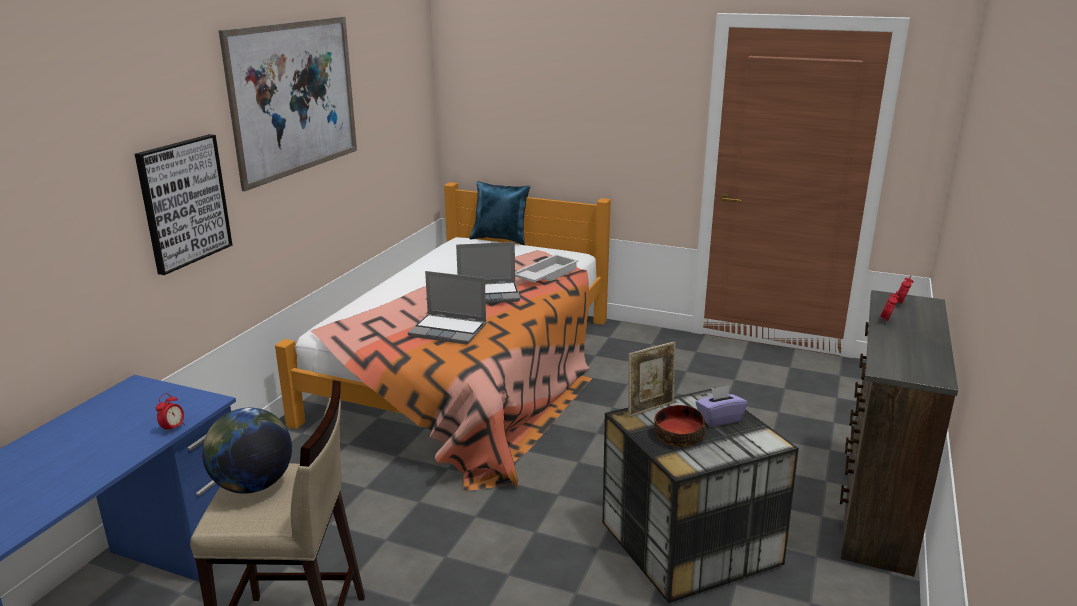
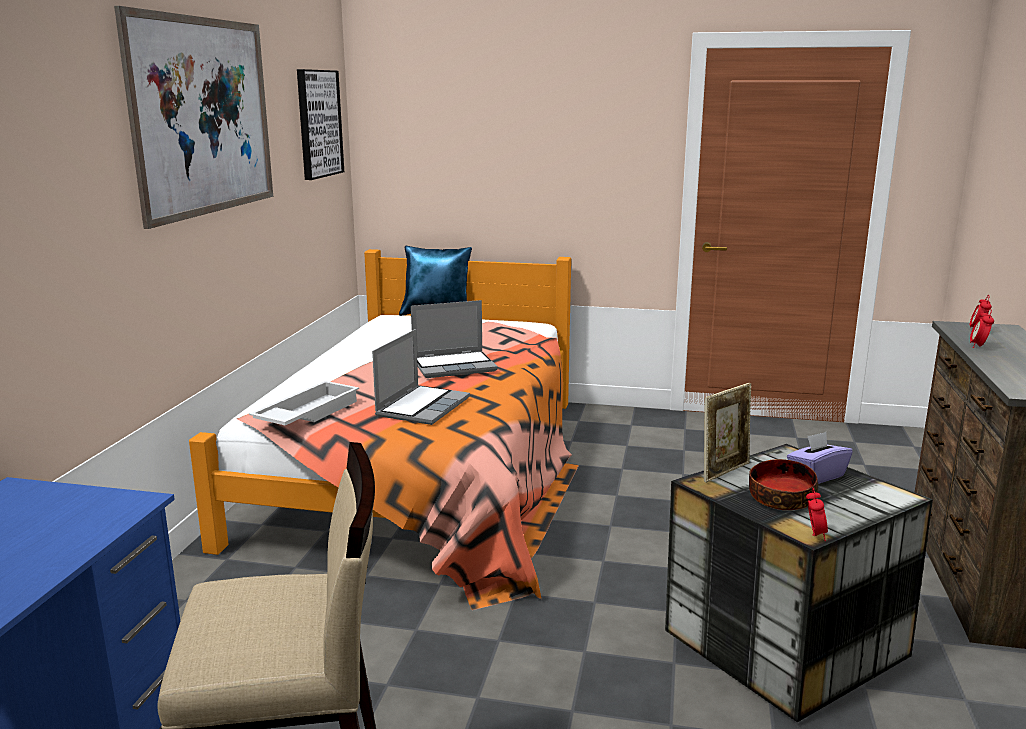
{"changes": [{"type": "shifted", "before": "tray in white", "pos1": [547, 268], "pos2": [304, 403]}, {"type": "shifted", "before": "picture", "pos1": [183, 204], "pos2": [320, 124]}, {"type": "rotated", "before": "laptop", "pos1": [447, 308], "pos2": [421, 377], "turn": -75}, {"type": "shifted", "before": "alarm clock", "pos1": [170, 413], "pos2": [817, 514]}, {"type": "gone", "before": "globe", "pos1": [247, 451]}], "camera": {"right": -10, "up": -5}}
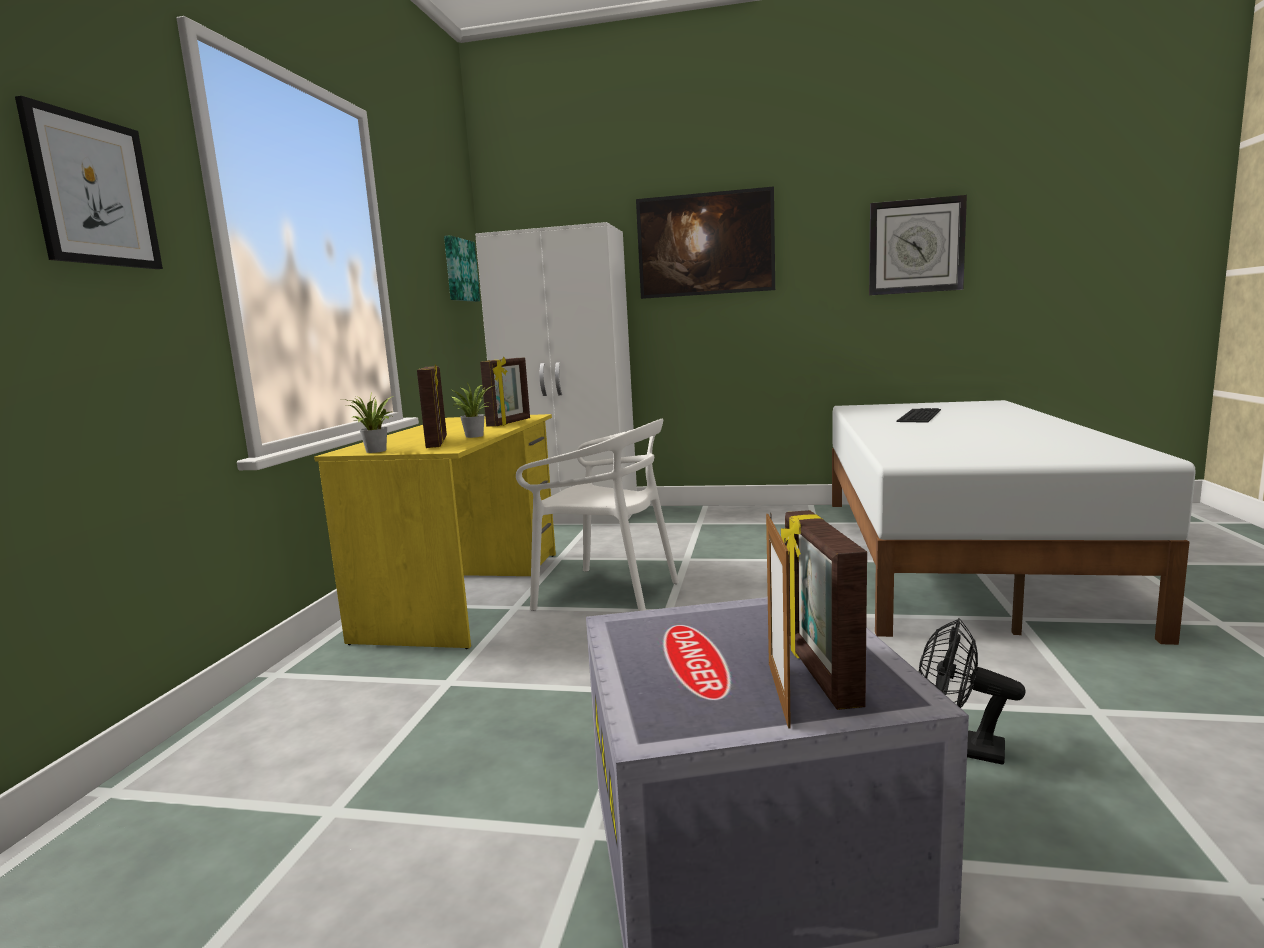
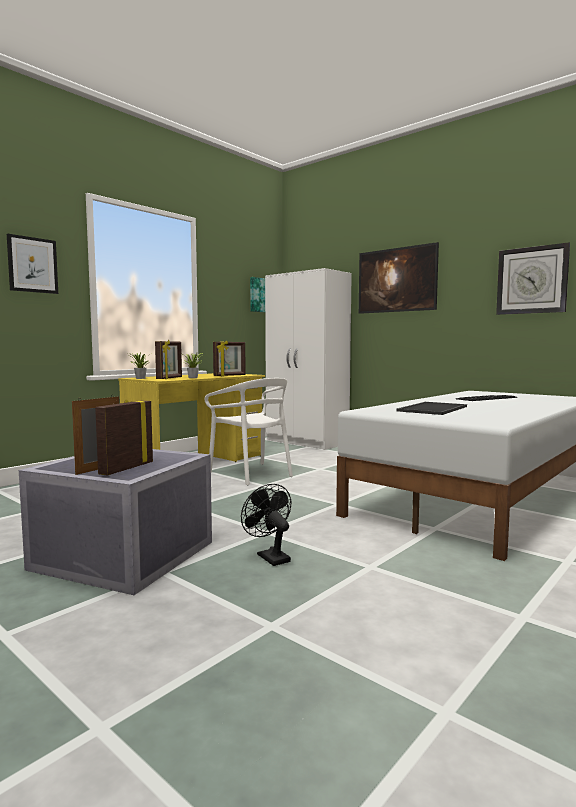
{"changes": [{"type": "new", "after": "tray", "pos2": [432, 408]}], "camera": {"right": 30, "up": -5}}
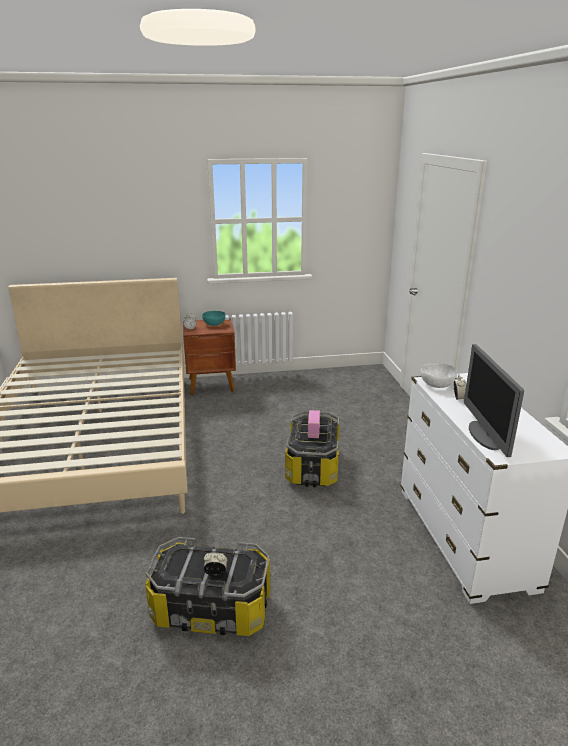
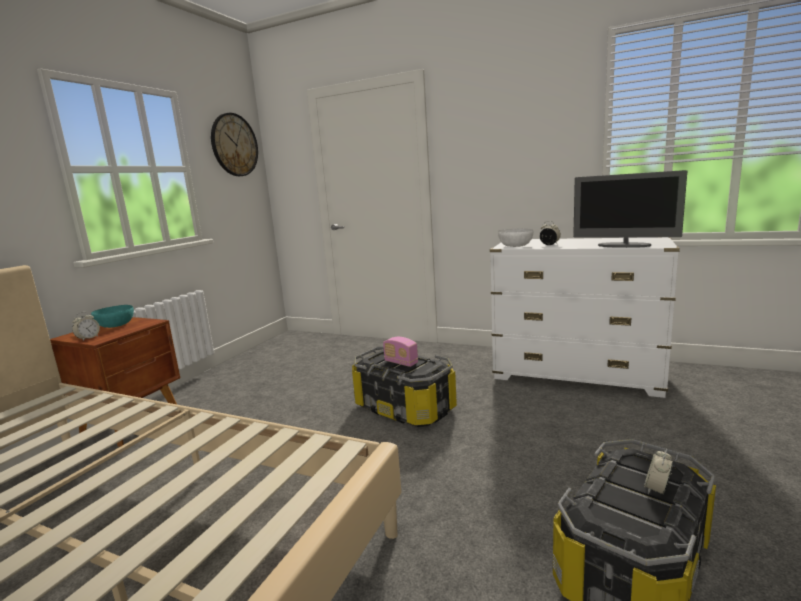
{"changes": [{"type": "new", "after": "wall clock", "pos2": [234, 144]}], "camera": {"right": -55, "up": -10}}
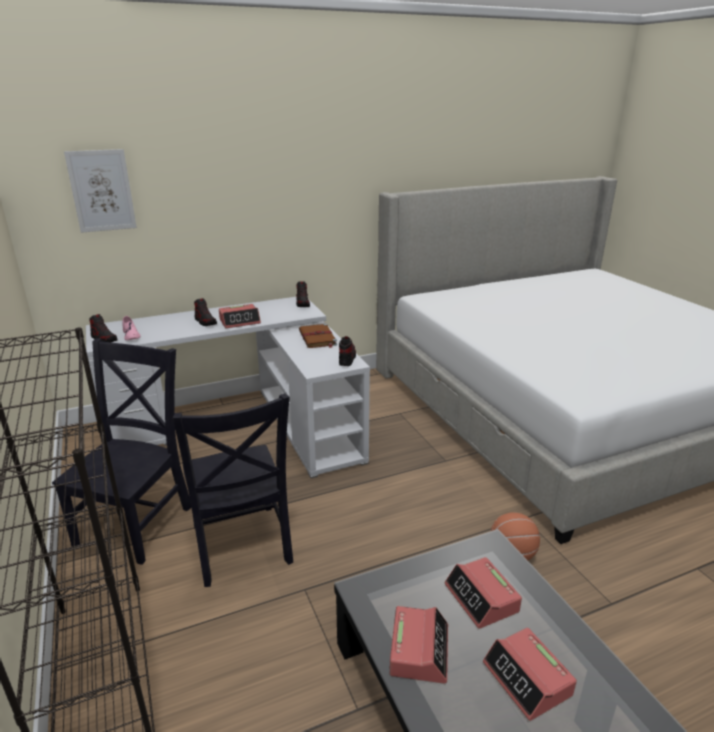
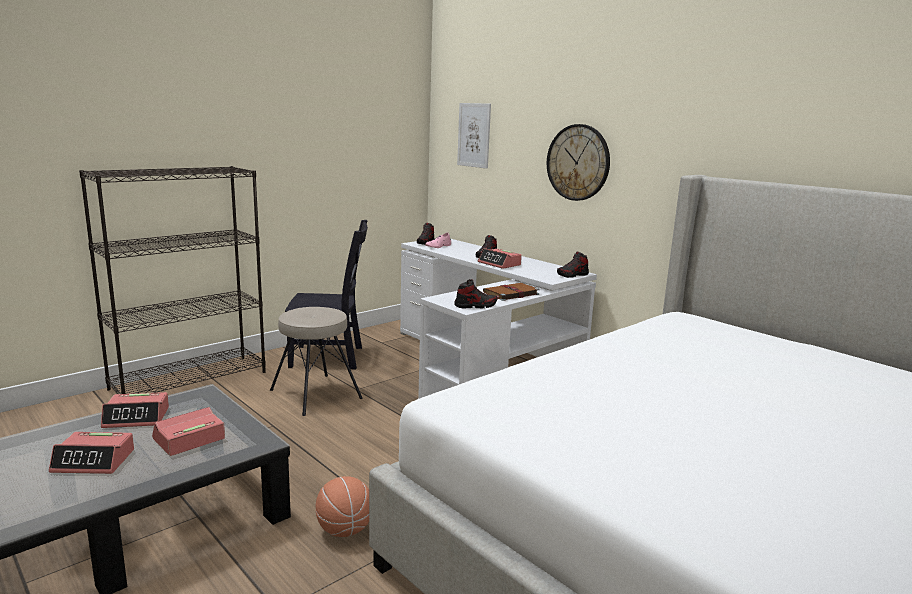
{"changes": [{"type": "rotated", "before": "alarm clock", "pos1": [530, 674], "pos2": [91, 453], "turn": -135}, {"type": "swapped", "before": "chair in black", "after": "stool in beige", "pos1": [233, 490], "pos2": [316, 361]}, {"type": "new", "after": "wall clock", "pos2": [578, 162]}], "camera": {"right": 70, "up": -10}}
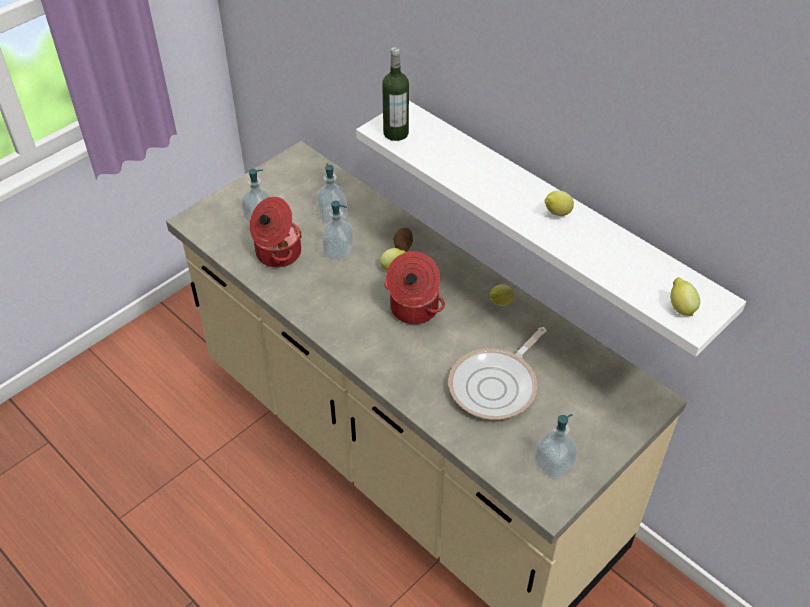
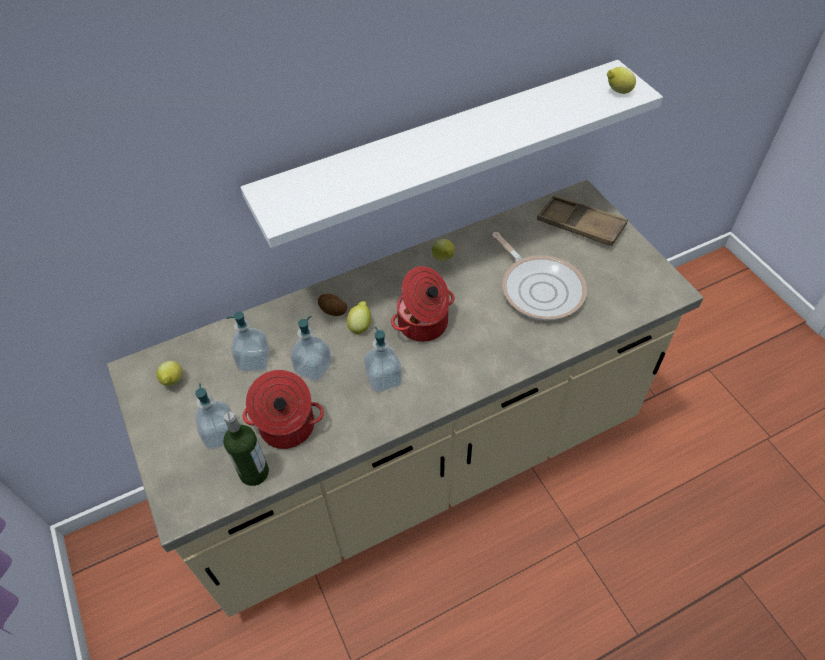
{"changes": [{"type": "shifted", "before": "lemon", "pos1": [559, 203], "pos2": [170, 373]}, {"type": "shifted", "before": "bottle", "pos1": [395, 94], "pos2": [246, 449]}, {"type": "shifted", "before": "soap dispenser", "pos1": [556, 446], "pos2": [383, 359]}, {"type": "new", "after": "tray in brown", "pos2": [582, 220]}], "camera": {"right": -70, "up": 5}}
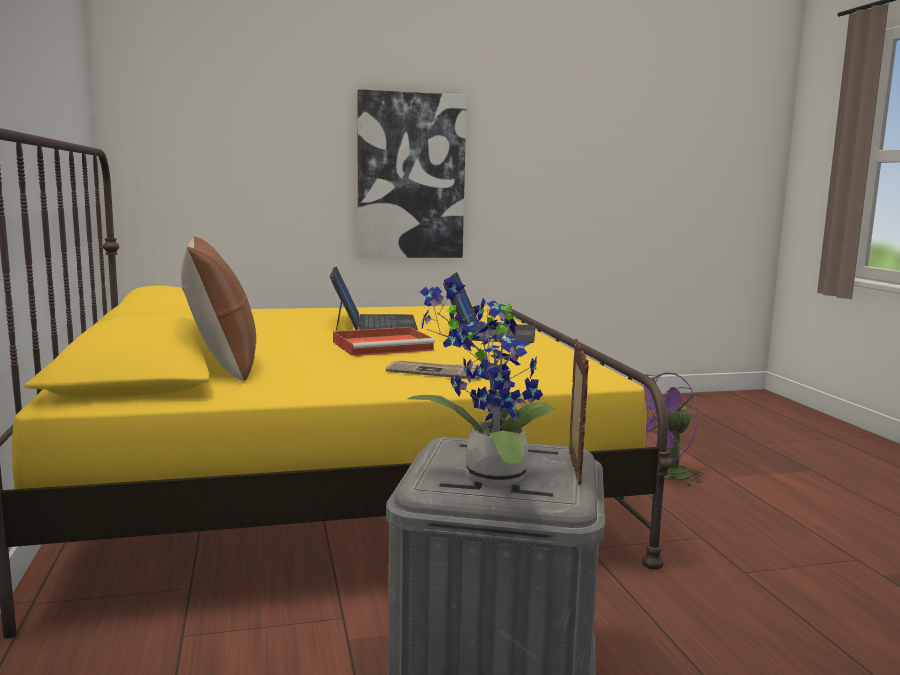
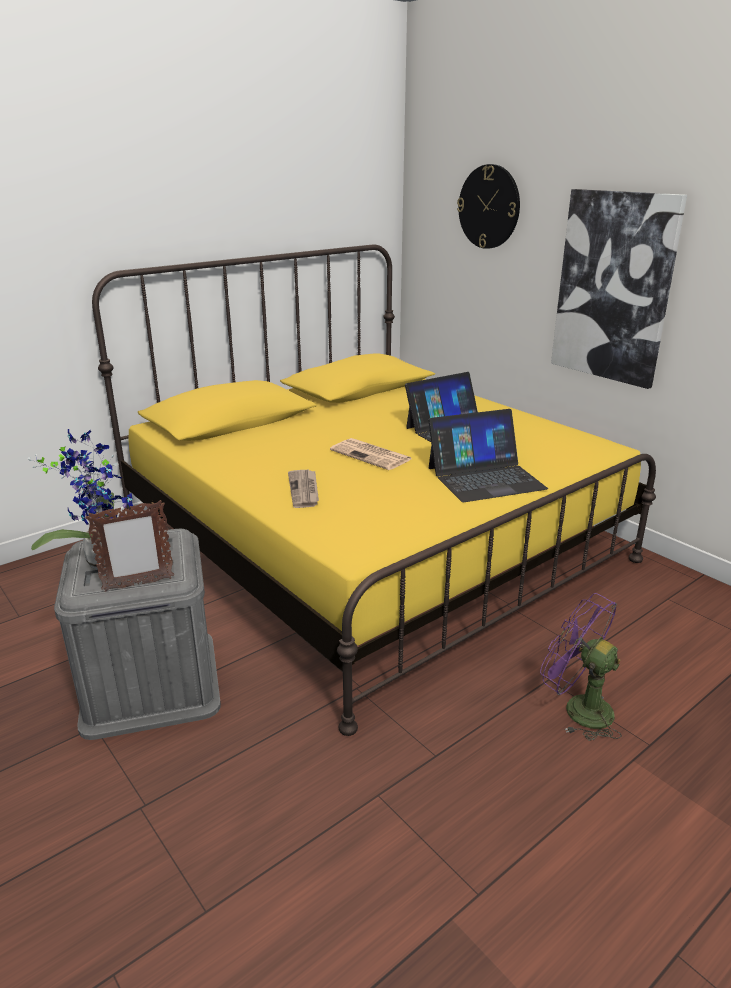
{"changes": [{"type": "swapped", "before": "tray in red", "after": "newspaper", "pos1": [384, 341], "pos2": [370, 454]}, {"type": "new", "after": "wall clock", "pos2": [488, 206]}, {"type": "gone", "before": "pillow in brown", "pos1": [218, 308]}], "camera": {"right": 65, "up": 15}}
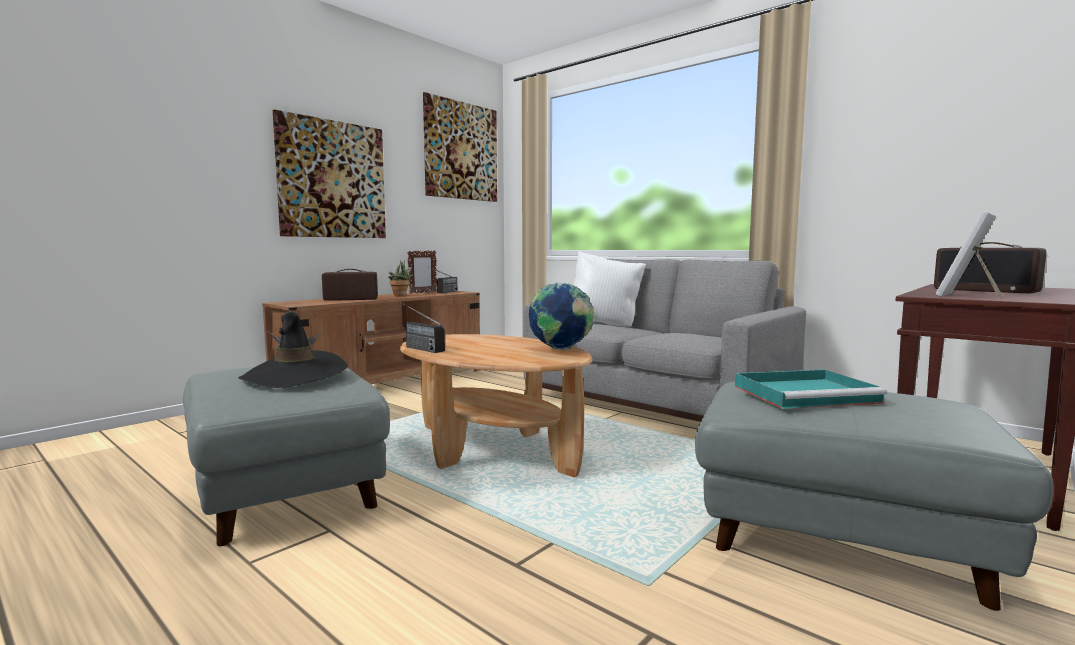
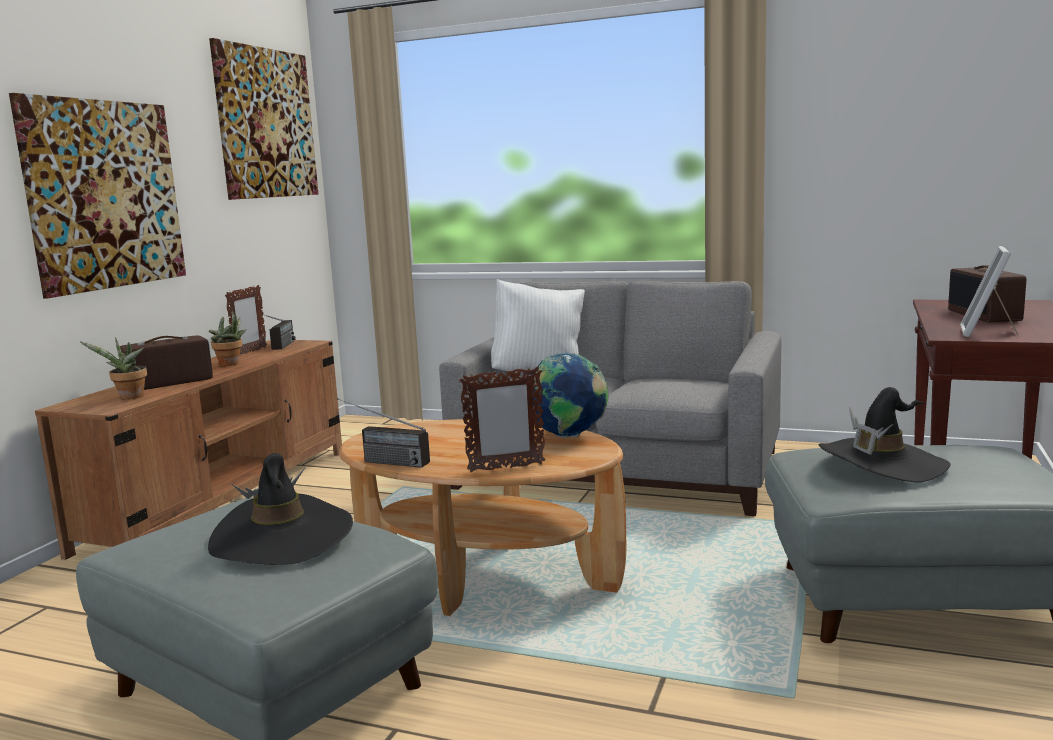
{"changes": [{"type": "new", "after": "potted plant", "pos2": [113, 368]}, {"type": "new", "after": "picture frame", "pos2": [502, 419]}, {"type": "swapped", "before": "tray in turquoise", "after": "hat in black", "pos1": [811, 389], "pos2": [884, 434]}, {"type": "rotated", "before": "radio", "pos1": [990, 267], "pos2": [987, 293], "turn": 60}], "camera": {"right": -20, "up": 5}}
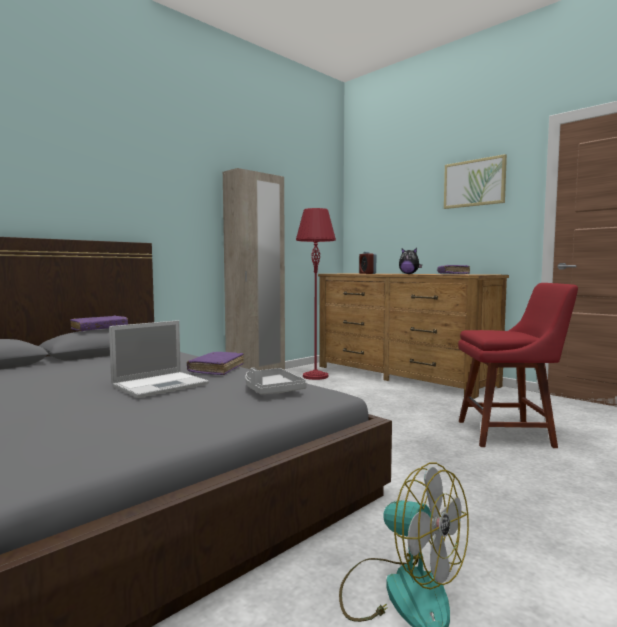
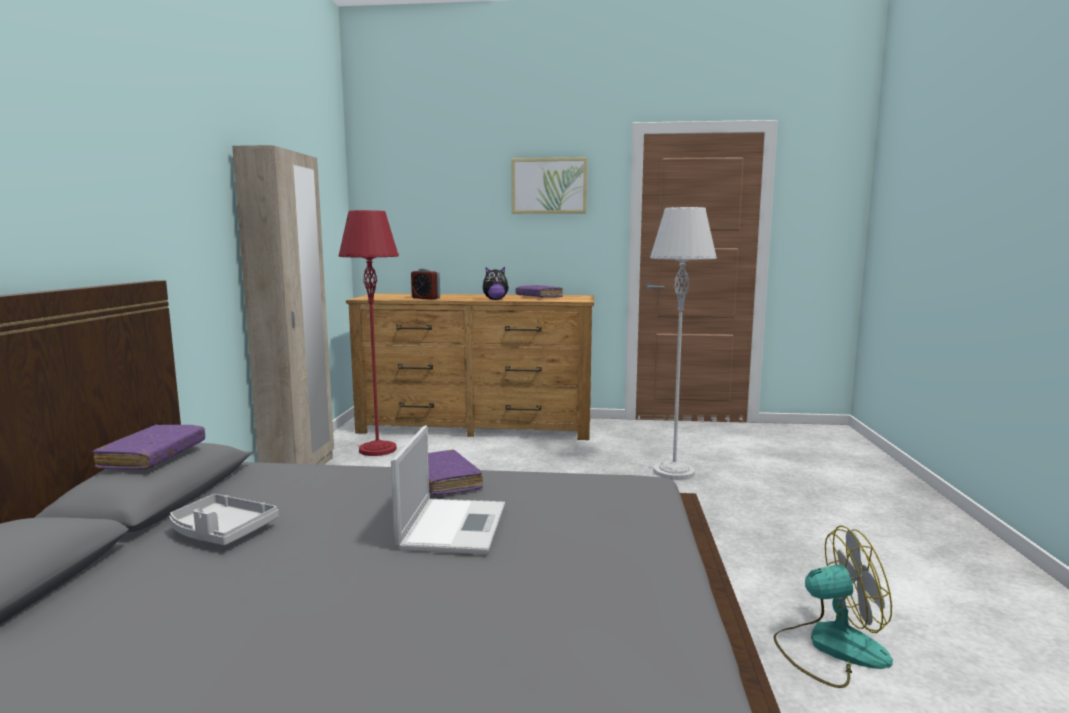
{"changes": [{"type": "shifted", "before": "tray in grey", "pos1": [276, 381], "pos2": [224, 519]}, {"type": "swapped", "before": "chair in red", "after": "floor lamp in grey", "pos1": [518, 365], "pos2": [683, 343]}], "camera": {"right": -40, "up": 5}}
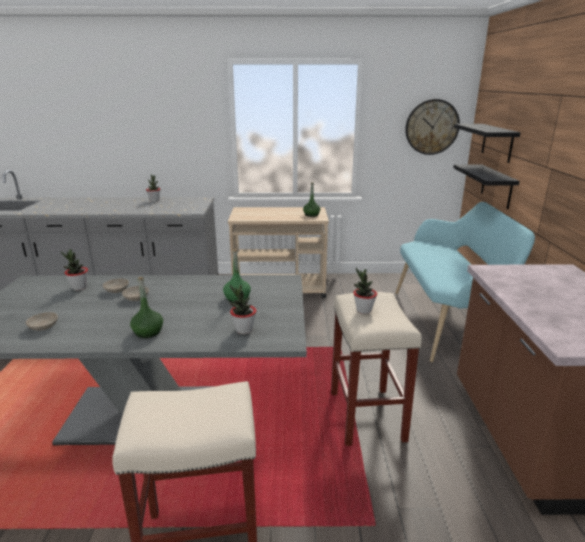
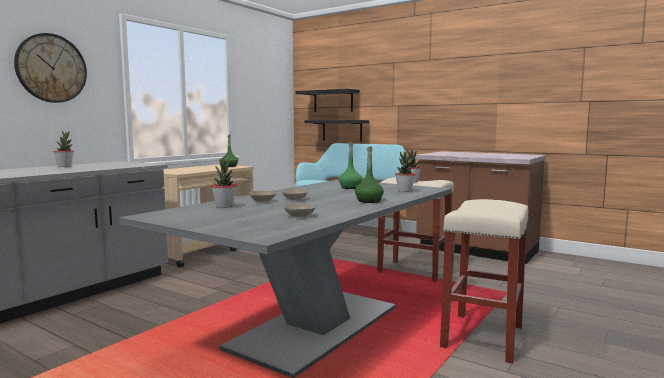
{"changes": [{"type": "shifted", "before": "wall clock", "pos1": [432, 127], "pos2": [50, 68]}], "camera": {"right": -55, "up": -15}}
